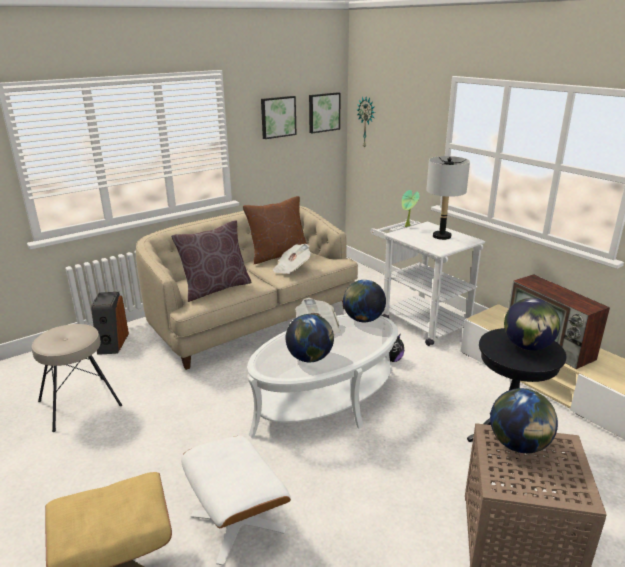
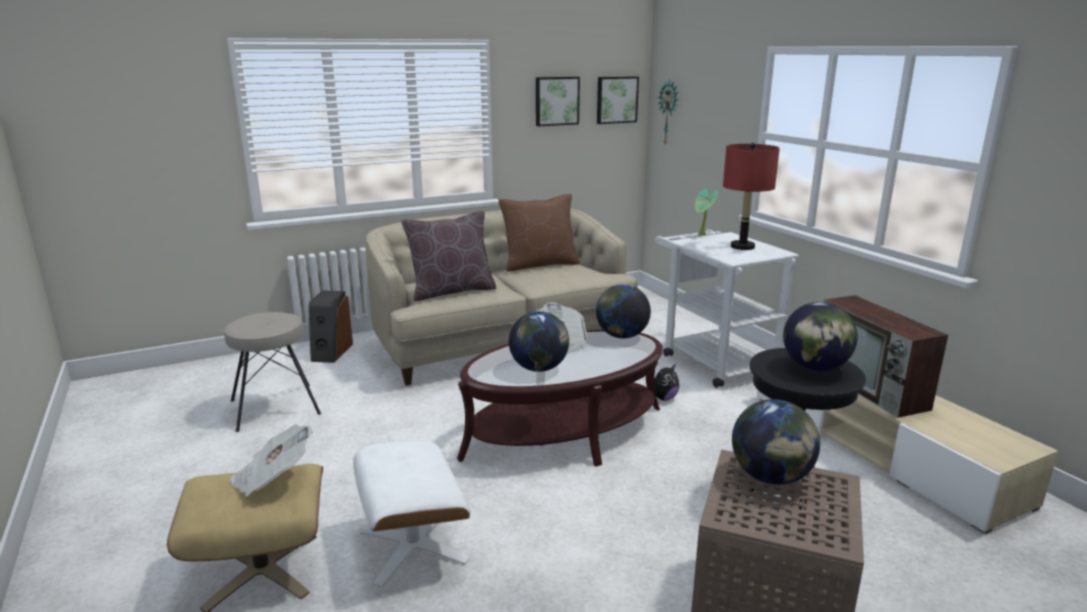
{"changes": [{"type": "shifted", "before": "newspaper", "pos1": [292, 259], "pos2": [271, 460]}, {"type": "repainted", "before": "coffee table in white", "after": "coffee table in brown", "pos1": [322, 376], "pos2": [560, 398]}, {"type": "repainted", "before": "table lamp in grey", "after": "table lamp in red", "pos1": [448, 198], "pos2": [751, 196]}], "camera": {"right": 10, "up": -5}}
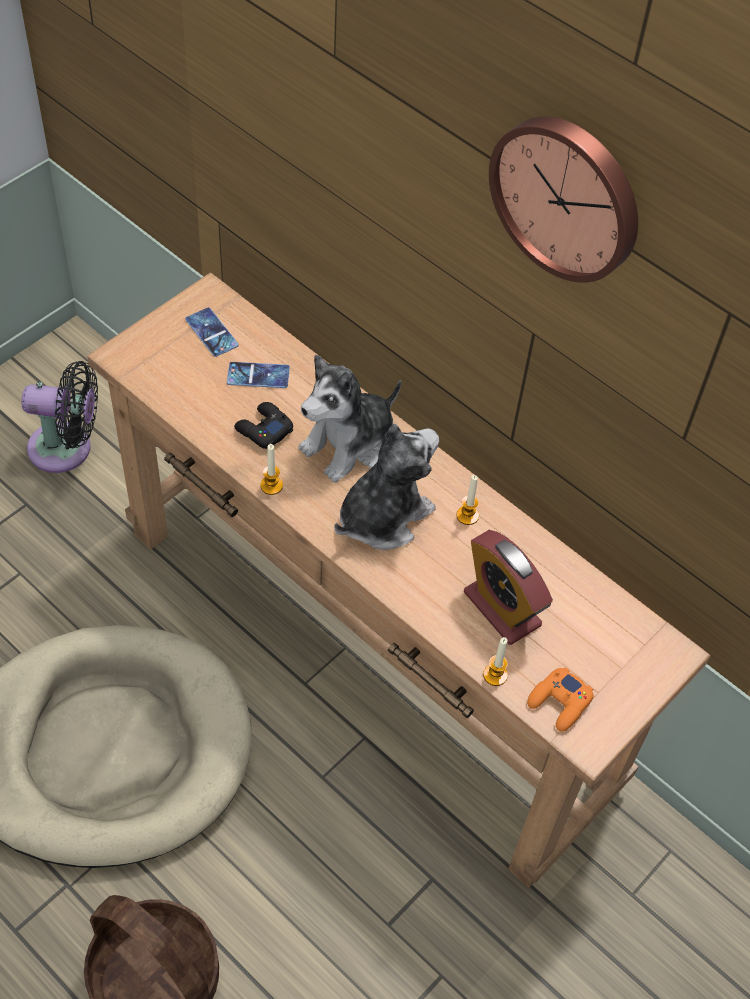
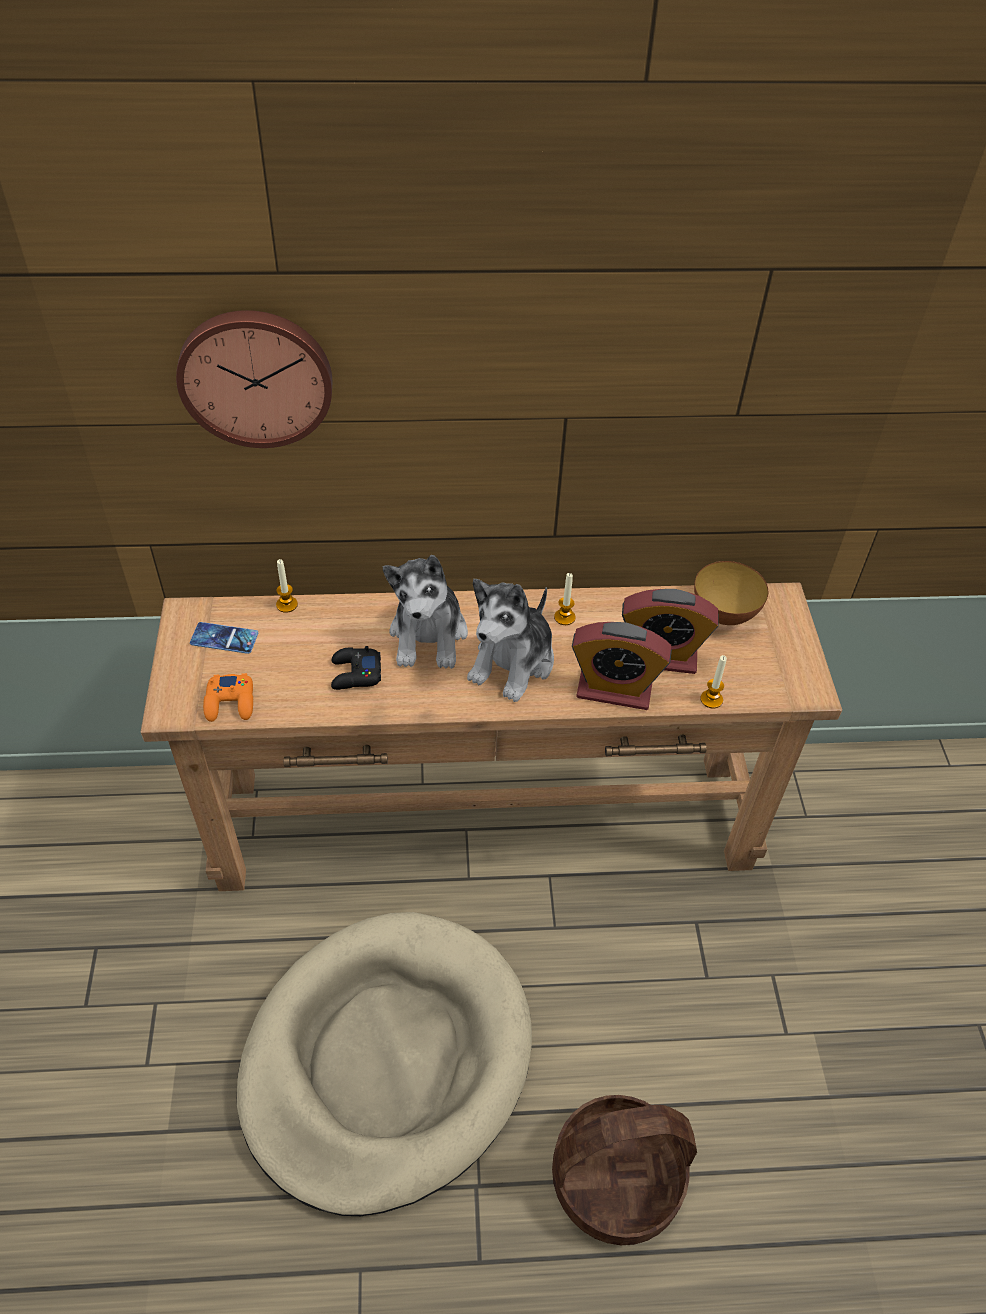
{"changes": [{"type": "shifted", "before": "wall clock", "pos1": [563, 199], "pos2": [254, 379]}, {"type": "shifted", "before": "game controller in orange", "pos1": [560, 699], "pos2": [228, 697]}, {"type": "shifted", "before": "candle", "pos1": [271, 469], "pos2": [287, 586]}, {"type": "rotated", "before": "plush toy", "pos1": [386, 487], "pos2": [510, 640], "turn": -150}, {"type": "new", "after": "alarm clock", "pos2": [622, 666]}, {"type": "new", "after": "bowl", "pos2": [731, 593]}, {"type": "gone", "before": "fan in black", "pos1": [59, 417]}, {"type": "gone", "before": "phone", "pos1": [258, 375]}], "camera": {"right": -45, "up": -5}}
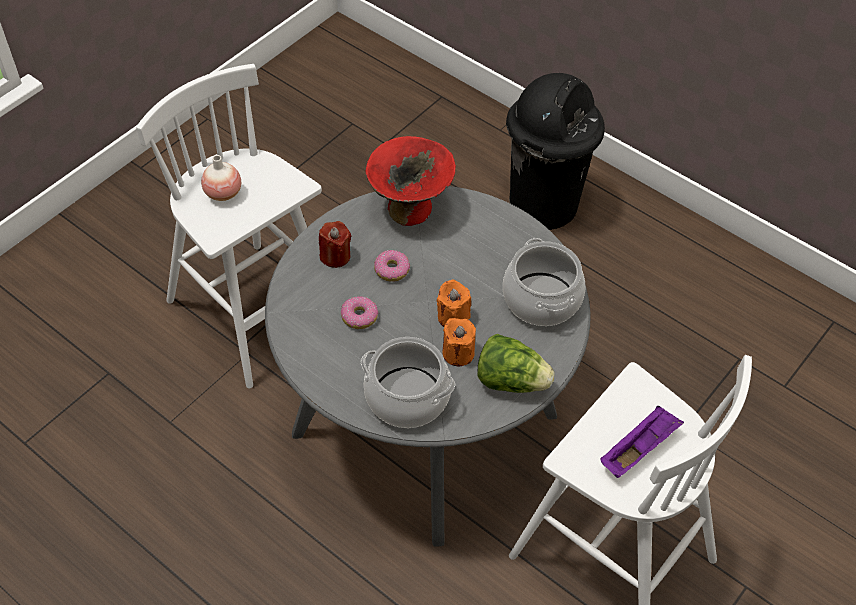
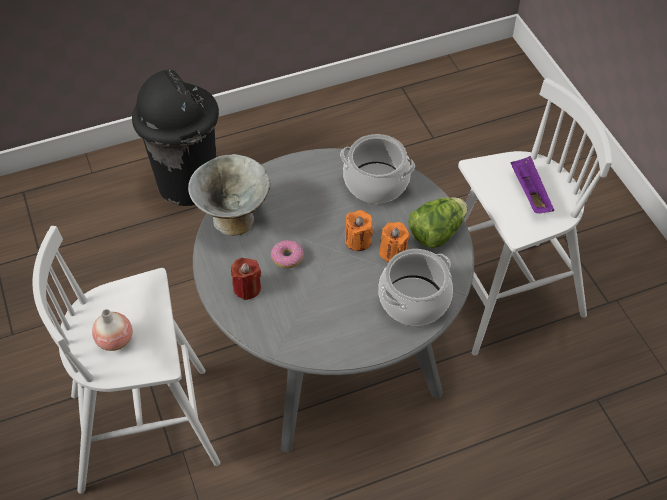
{"changes": [{"type": "repainted", "before": "bowl in red", "after": "bowl in grey", "pos1": [411, 181], "pos2": [229, 195]}, {"type": "gone", "before": "donut", "pos1": [360, 312]}], "camera": {"right": -60, "up": 0}}
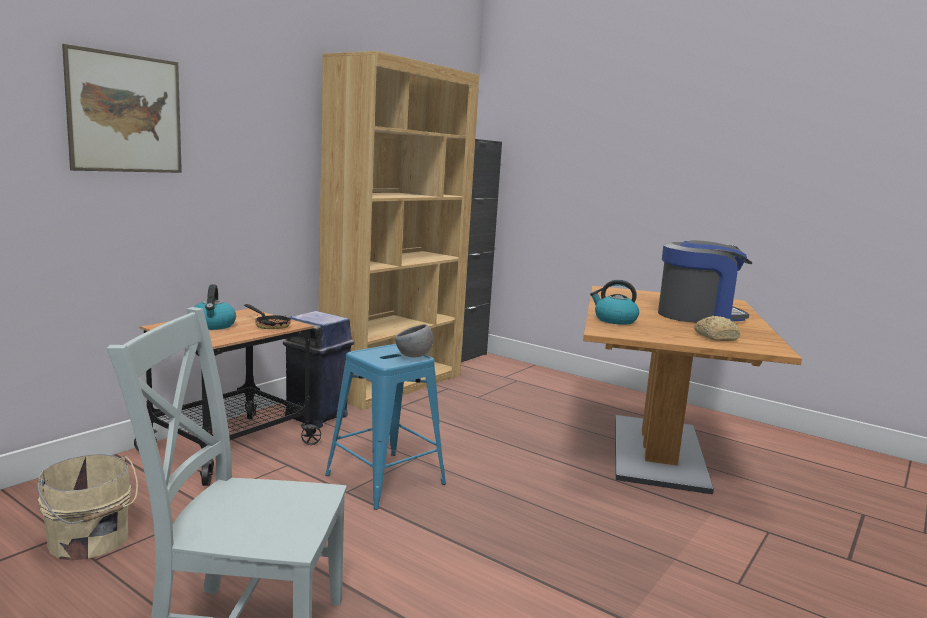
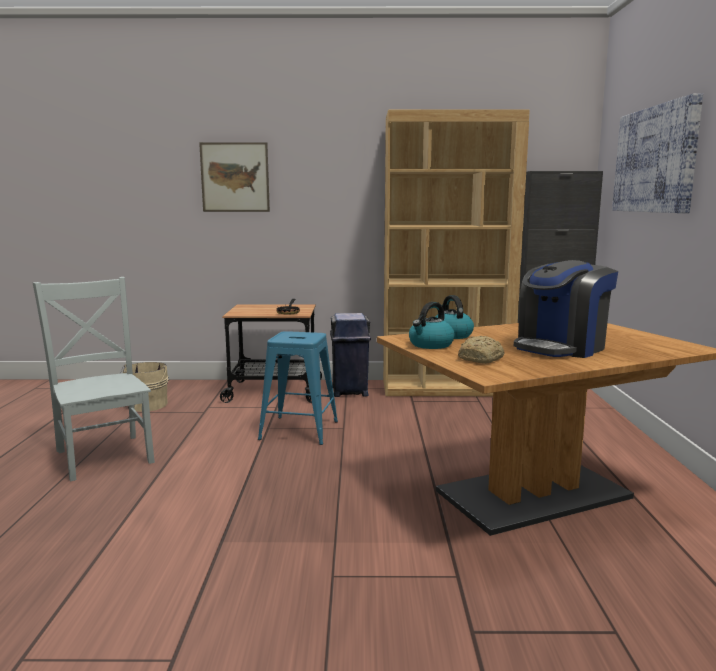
{"changes": [{"type": "shifted", "before": "kettle", "pos1": [215, 307], "pos2": [432, 325]}, {"type": "rotated", "before": "coffee machine", "pos1": [705, 281], "pos2": [566, 309], "turn": 90}, {"type": "new", "after": "picture", "pos2": [657, 153]}, {"type": "gone", "before": "bowl in grey", "pos1": [414, 341]}], "camera": {"right": 55, "up": 0}}
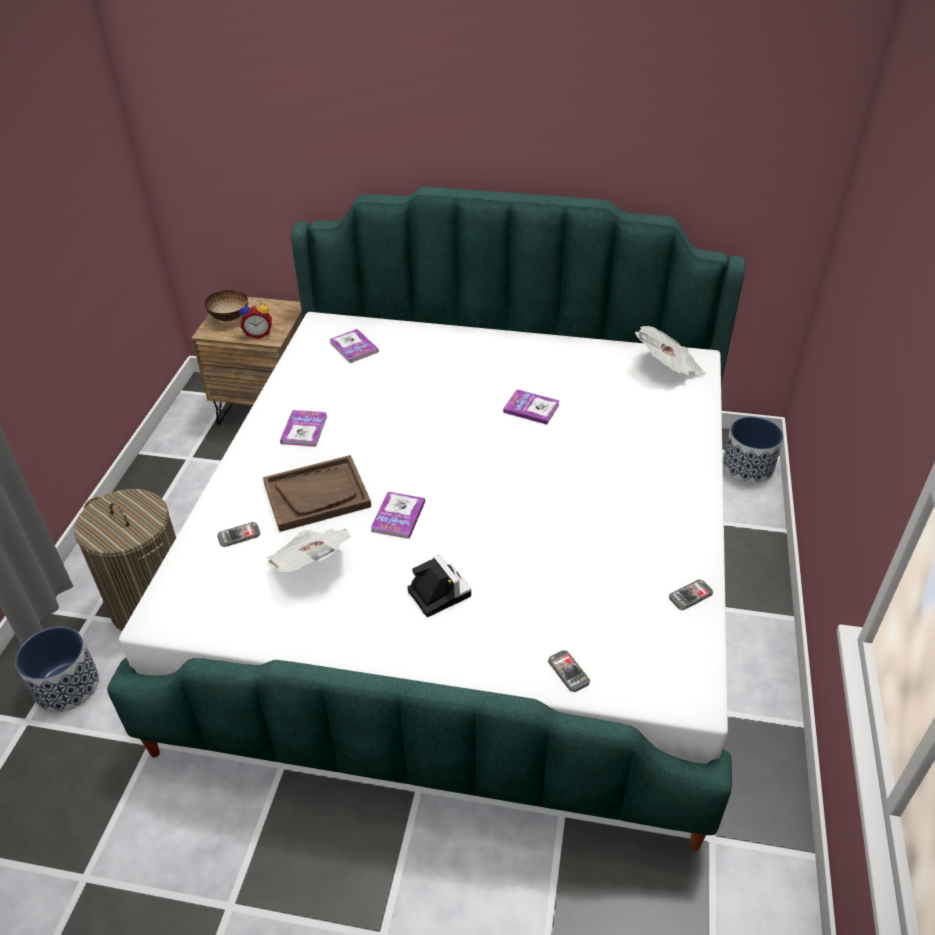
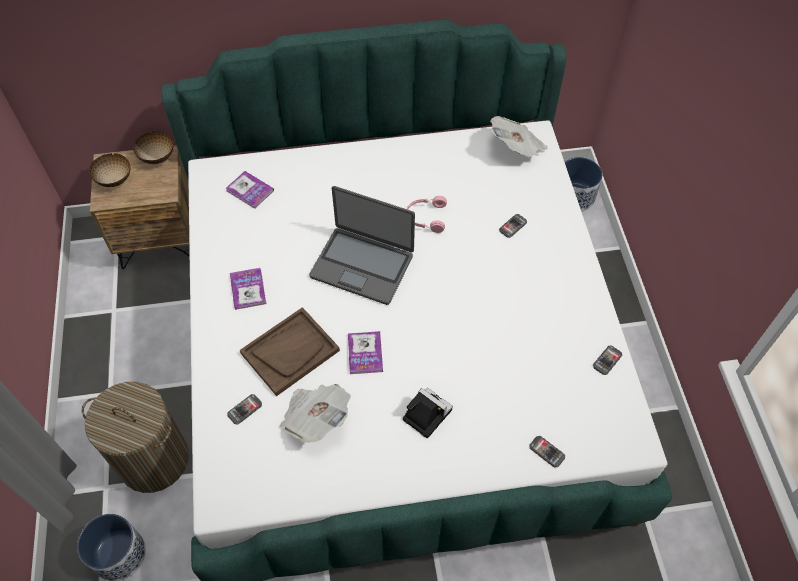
{"changes": [{"type": "new", "after": "bowl", "pos2": [153, 147]}, {"type": "new", "after": "laptop", "pos2": [362, 245]}, {"type": "swapped", "before": "book", "after": "headphones in pink", "pos1": [531, 406], "pos2": [427, 214]}, {"type": "new", "after": "phone", "pos2": [513, 226]}, {"type": "gone", "before": "alarm clock", "pos1": [255, 319]}], "camera": {"right": -20, "up": 15}}
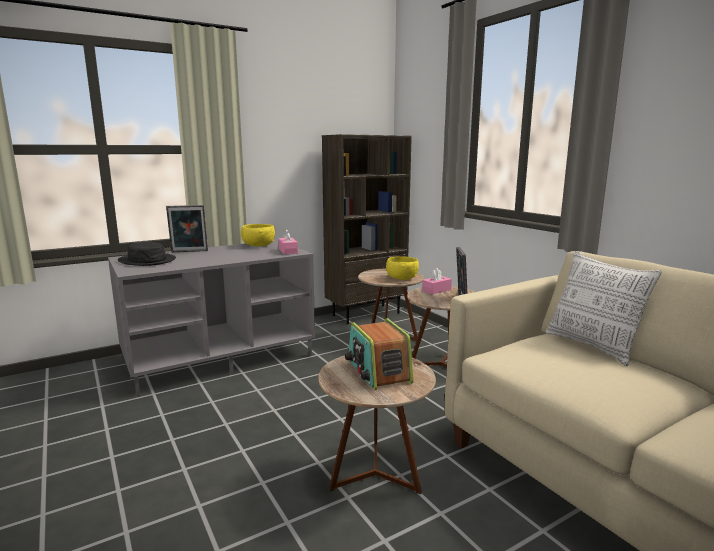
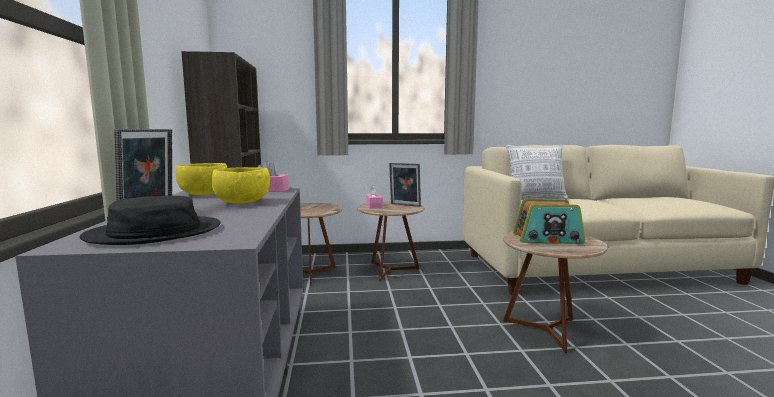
{"changes": [{"type": "shifted", "before": "bowl in yellow", "pos1": [402, 268], "pos2": [240, 185]}], "camera": {"right": -65, "up": -5}}
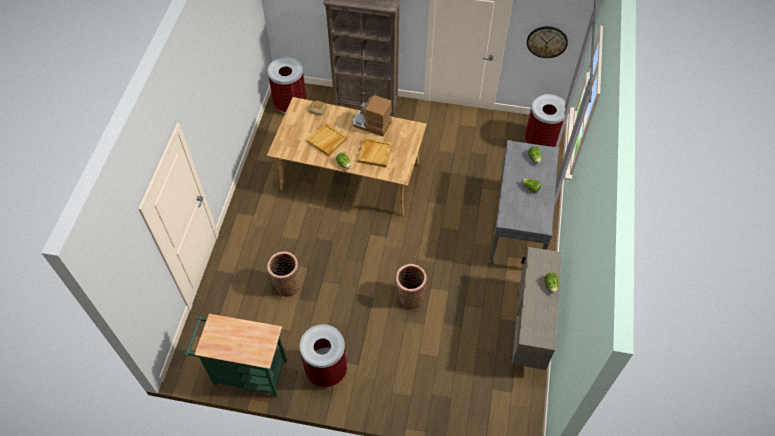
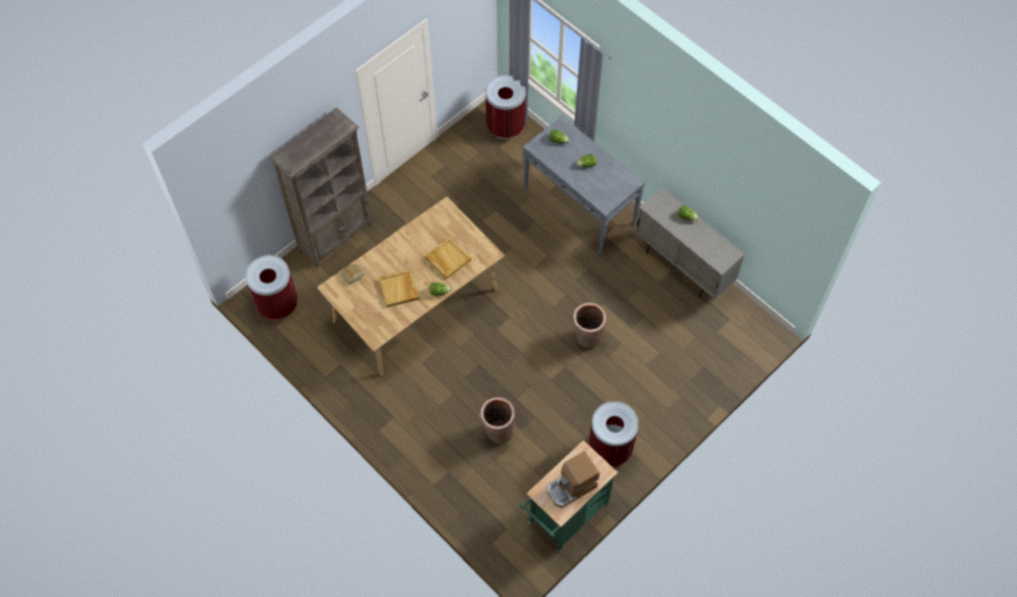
{"changes": [{"type": "shifted", "before": "coffee machine", "pos1": [372, 115], "pos2": [573, 479]}, {"type": "gone", "before": "wall clock", "pos1": [547, 42]}], "camera": {"right": -55, "up": 5}}
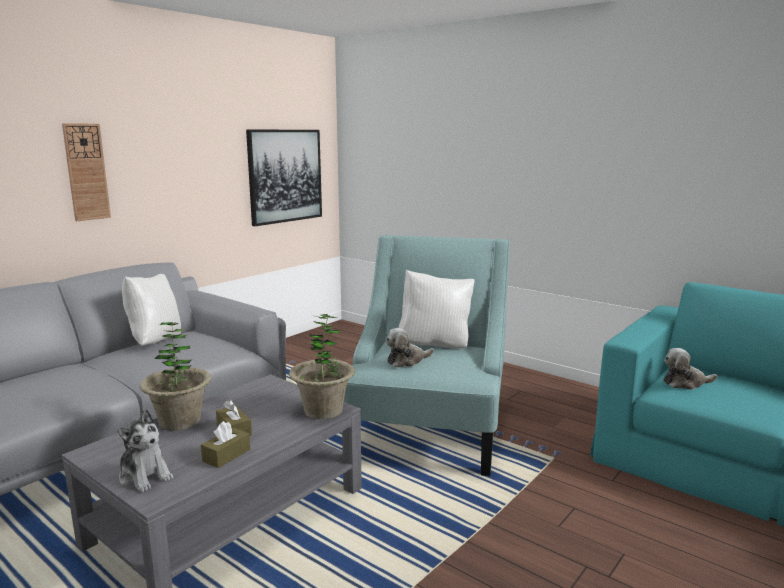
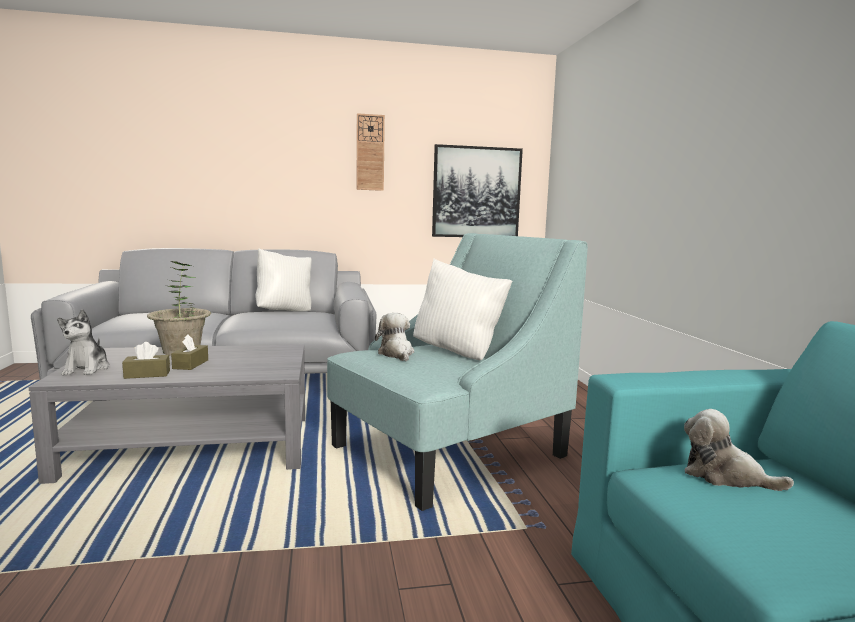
{"changes": [{"type": "shifted", "before": "wall clock", "pos1": [86, 172], "pos2": [371, 152]}, {"type": "rotated", "before": "plush toy", "pos1": [410, 347], "pos2": [394, 337], "turn": 60}, {"type": "gone", "before": "potted plant", "pos1": [322, 366]}], "camera": {"right": 40, "up": -5}}
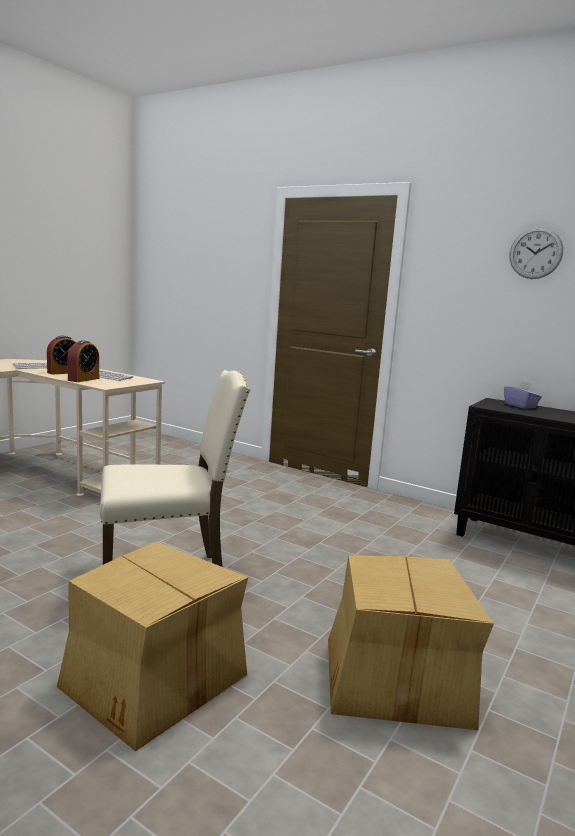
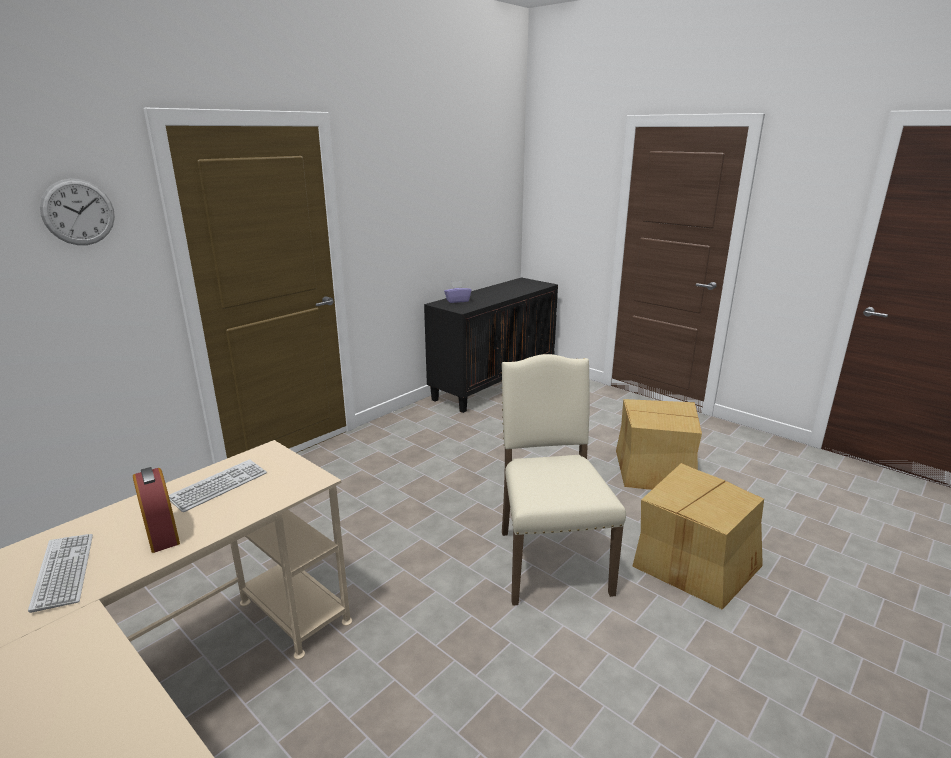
{"changes": [{"type": "shifted", "before": "wall clock", "pos1": [536, 253], "pos2": [77, 212]}, {"type": "gone", "before": "alarm clock", "pos1": [83, 361]}], "camera": {"right": -80, "up": 10}}
